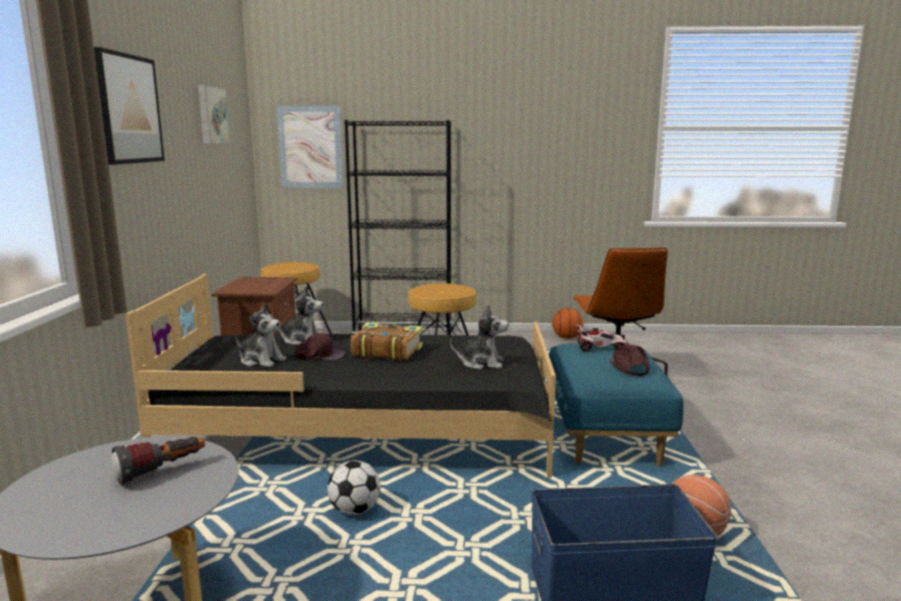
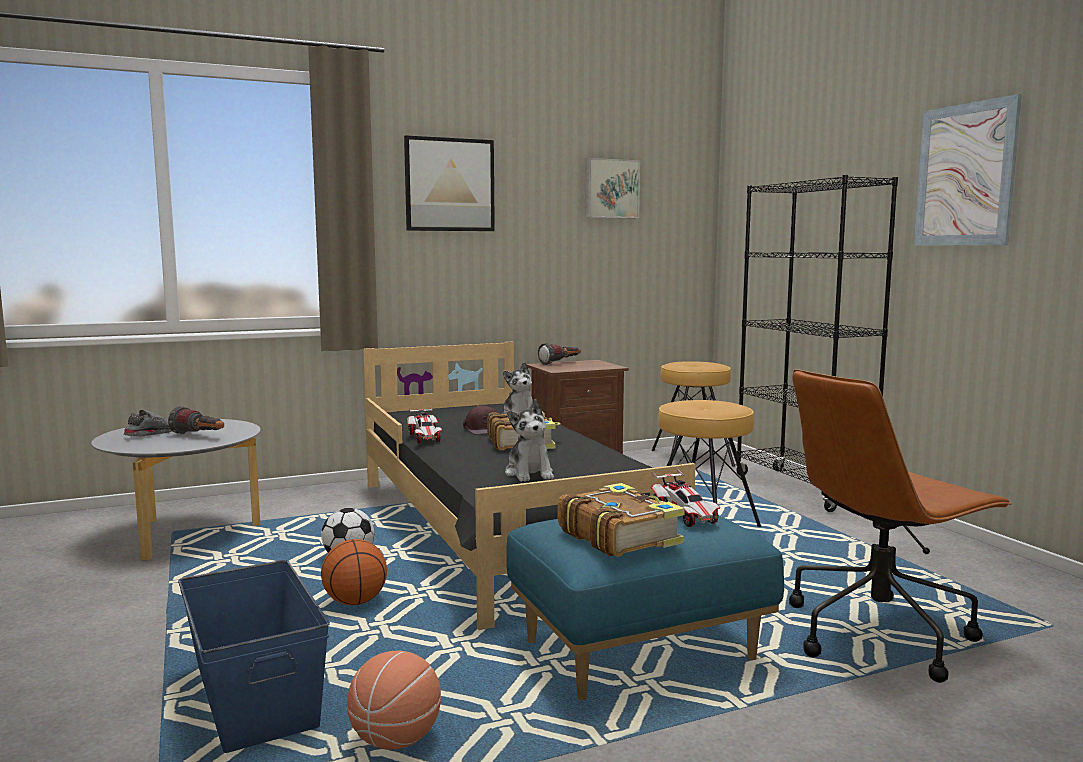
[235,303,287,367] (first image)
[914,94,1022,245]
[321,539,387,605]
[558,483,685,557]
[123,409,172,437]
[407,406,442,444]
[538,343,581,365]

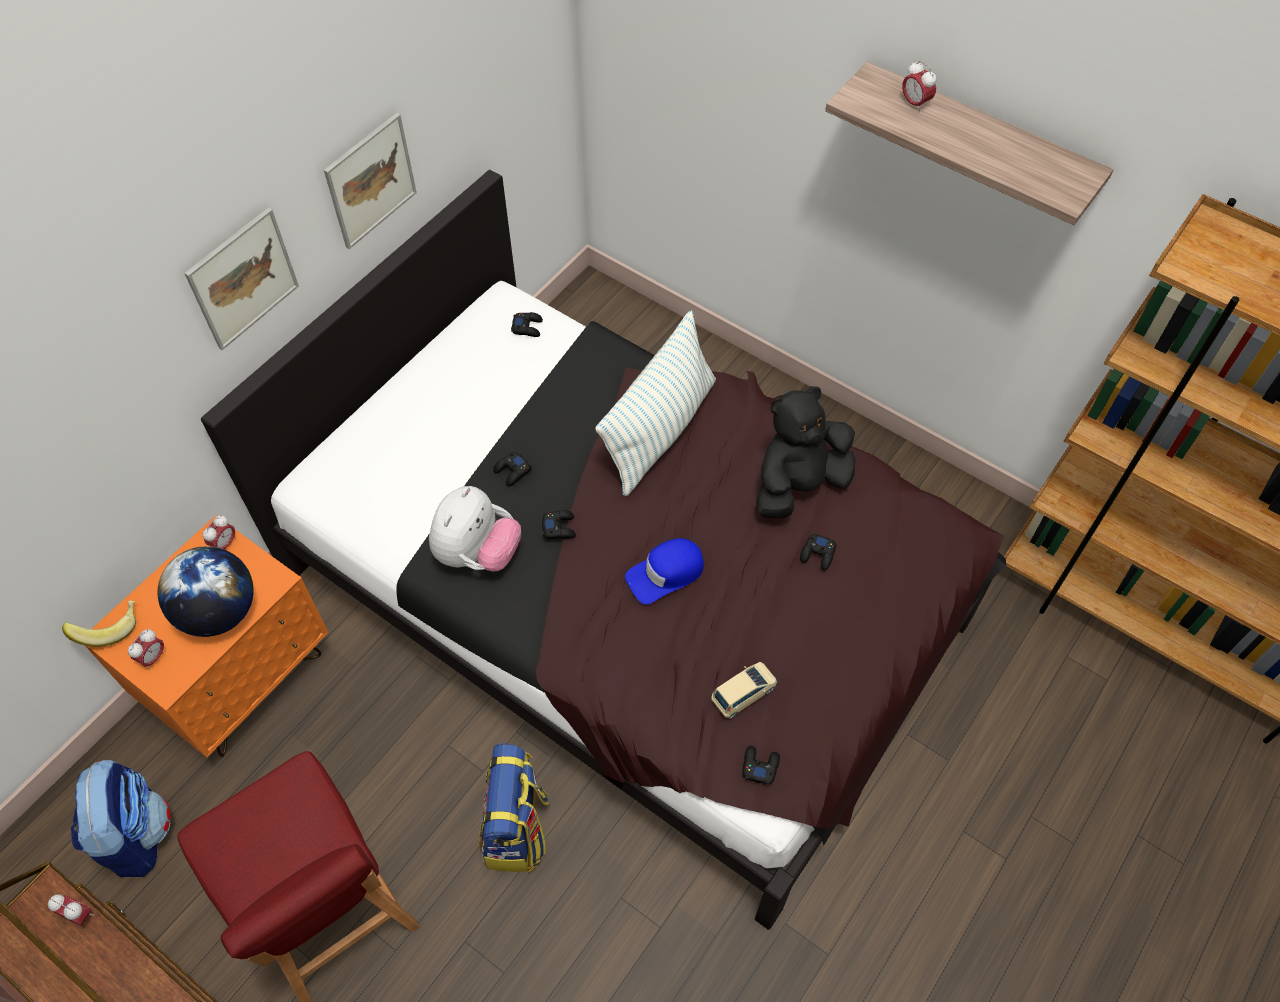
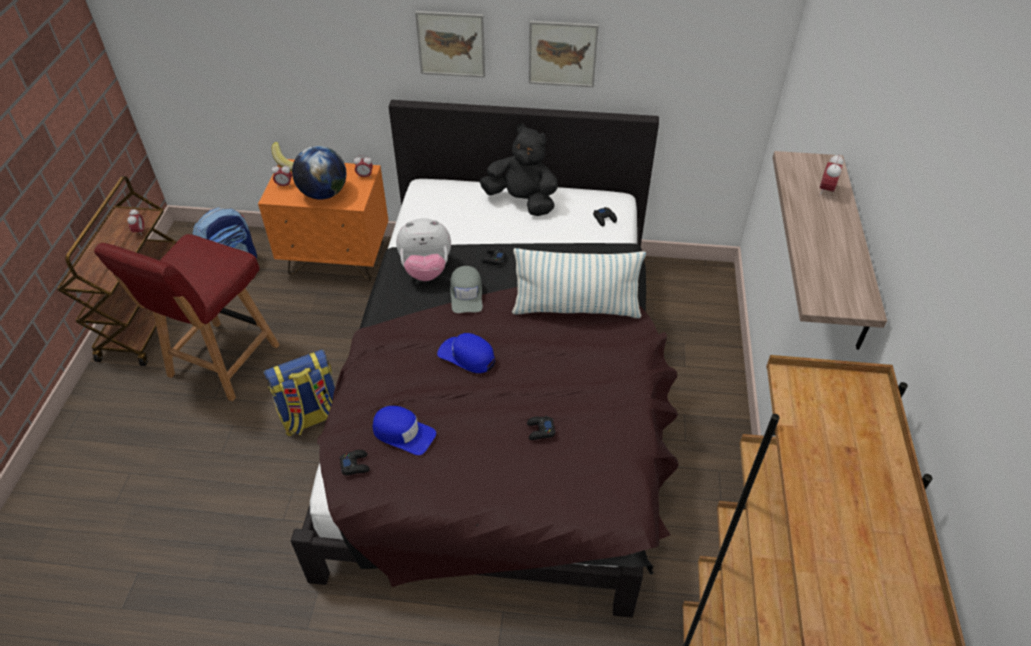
[450,266,483,313]
[372,406,436,455]
[480,123,558,216]

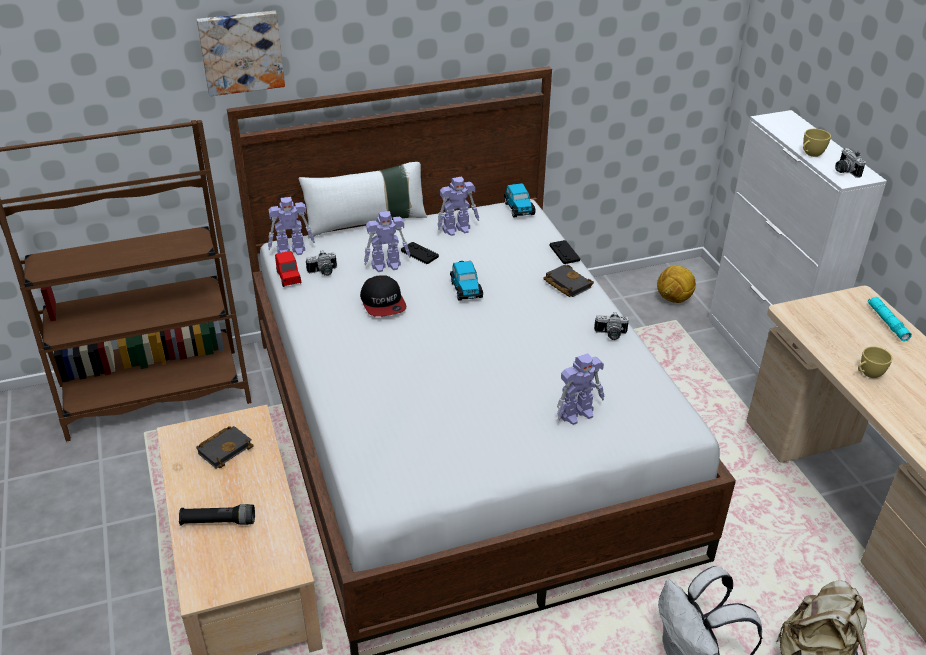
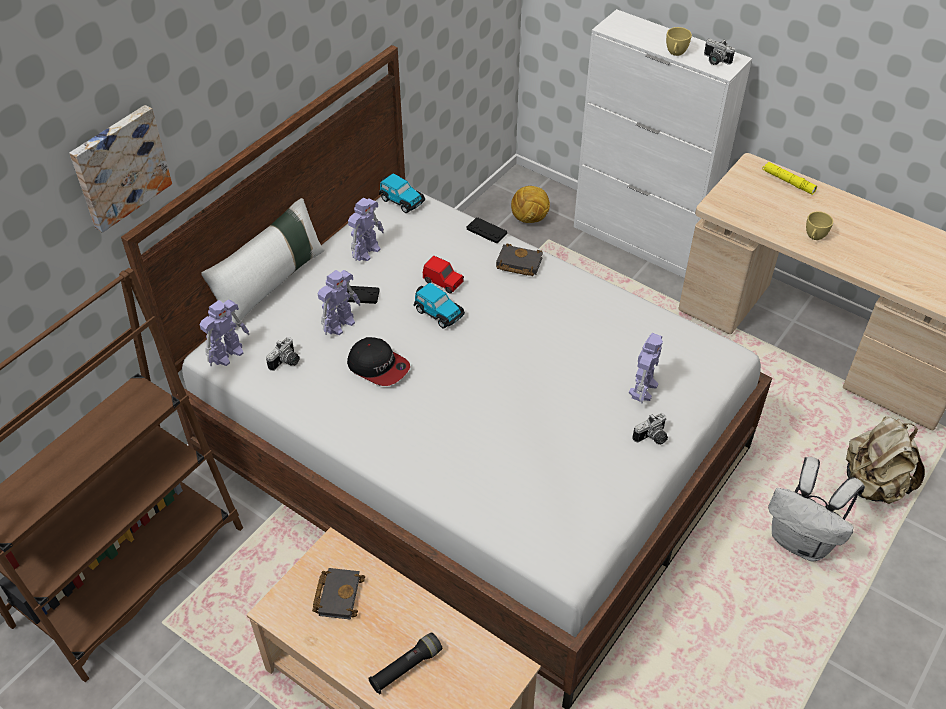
[423,256,464,293]
[632,413,668,445]
[762,162,817,195]

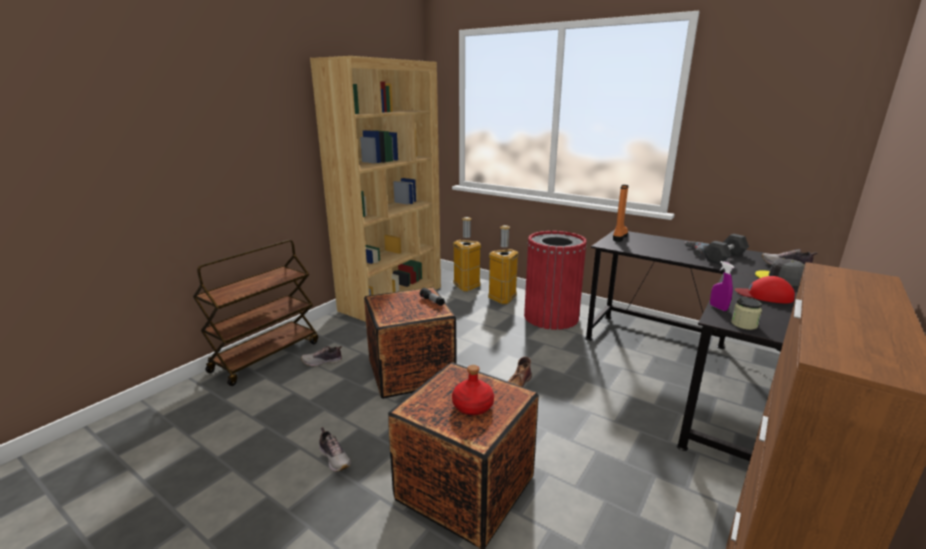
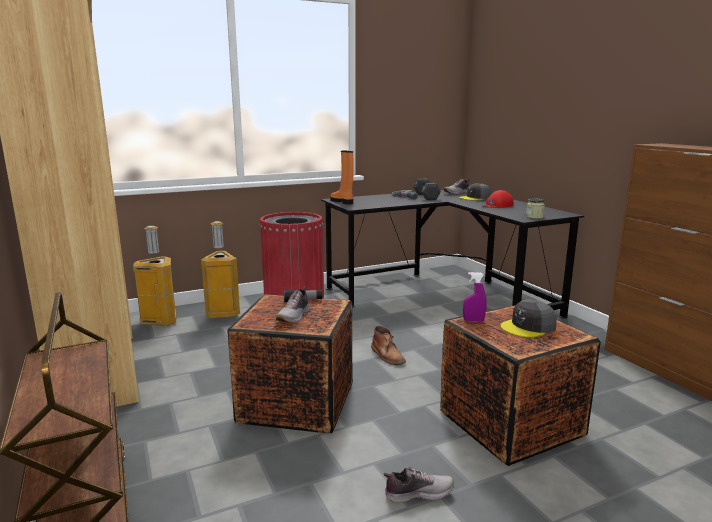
[275,286,309,323]
[501,300,557,337]
[463,272,486,322]

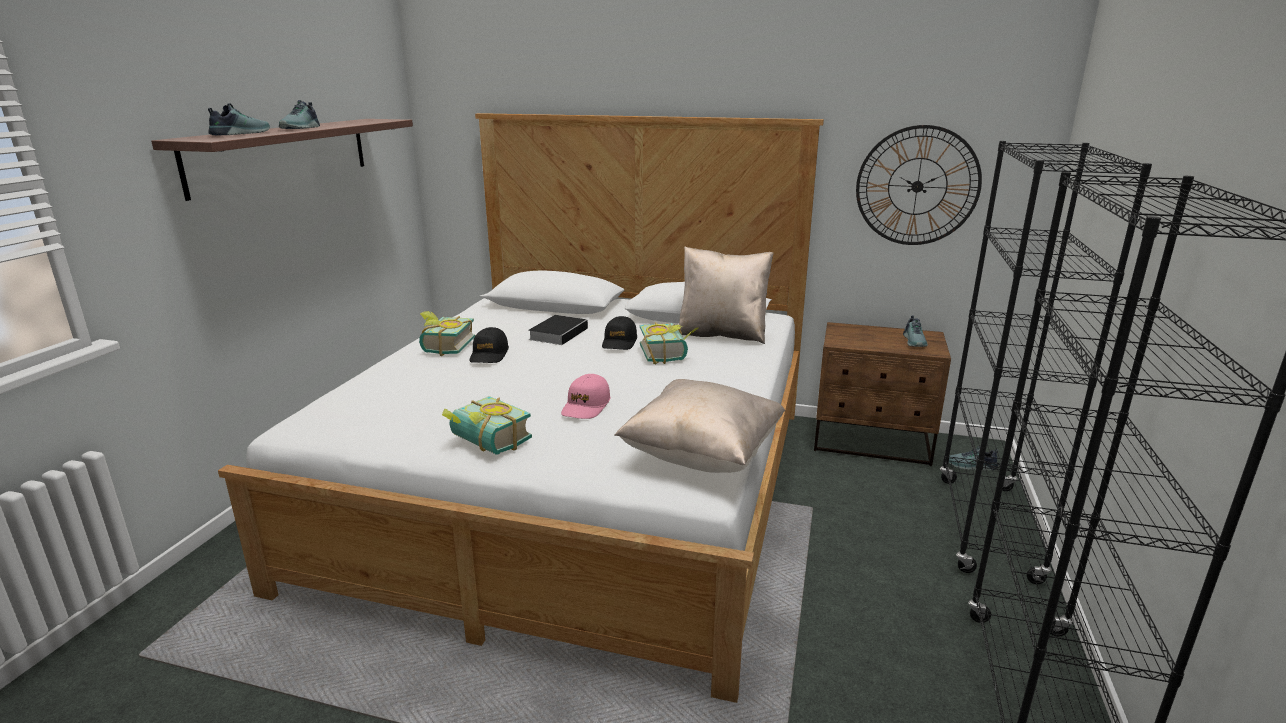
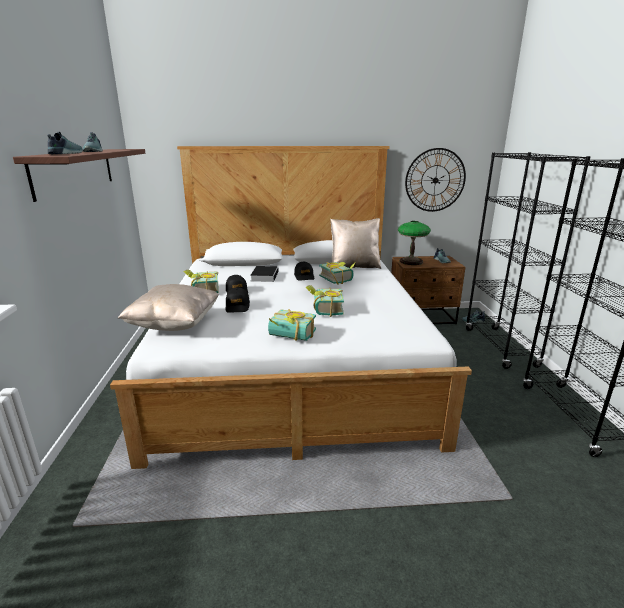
[305,285,344,317]
[118,284,219,331]
[226,288,250,313]
[398,221,431,265]

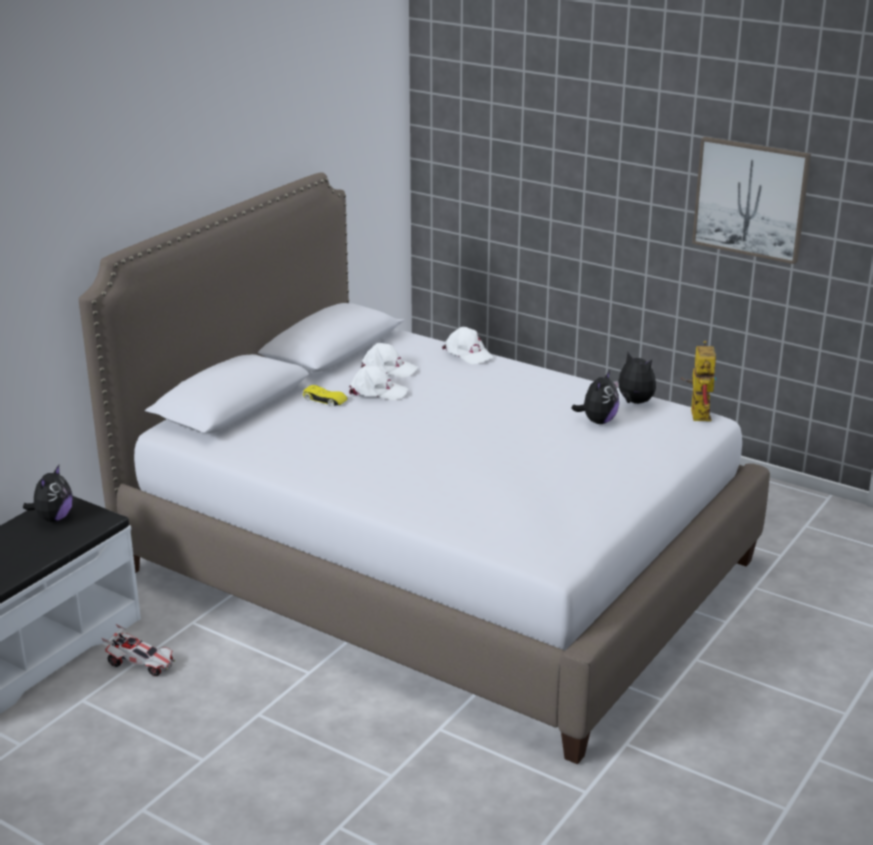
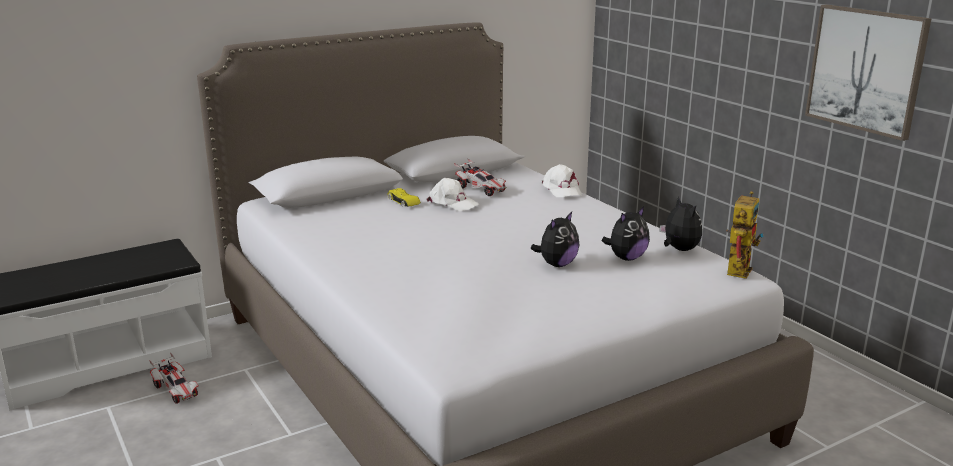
[531,212,579,267]
[454,159,507,196]

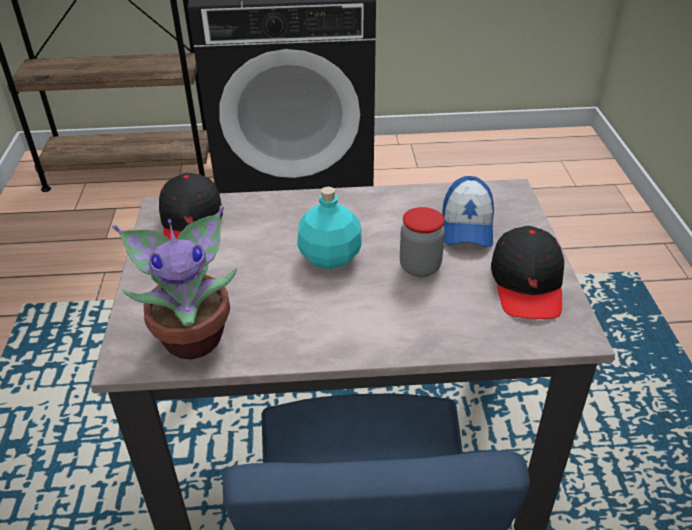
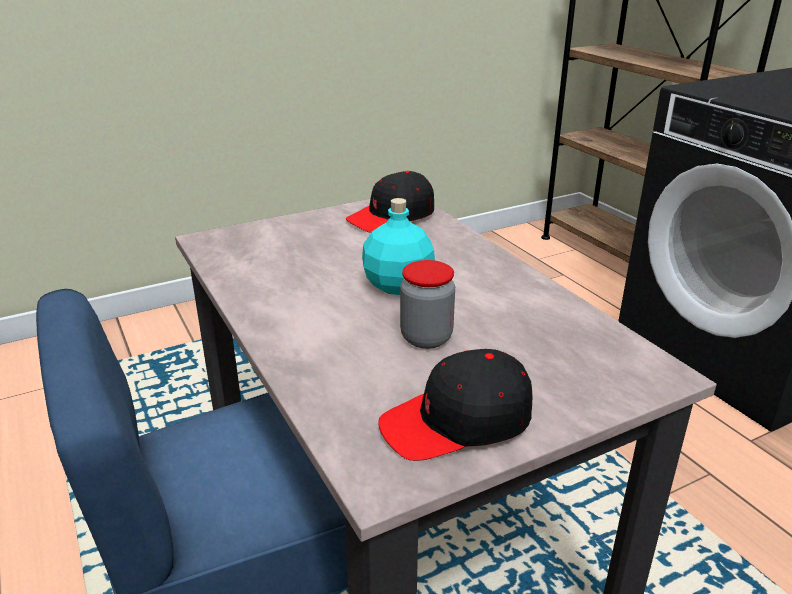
[112,206,237,359] (first image)
[442,176,494,247] (first image)

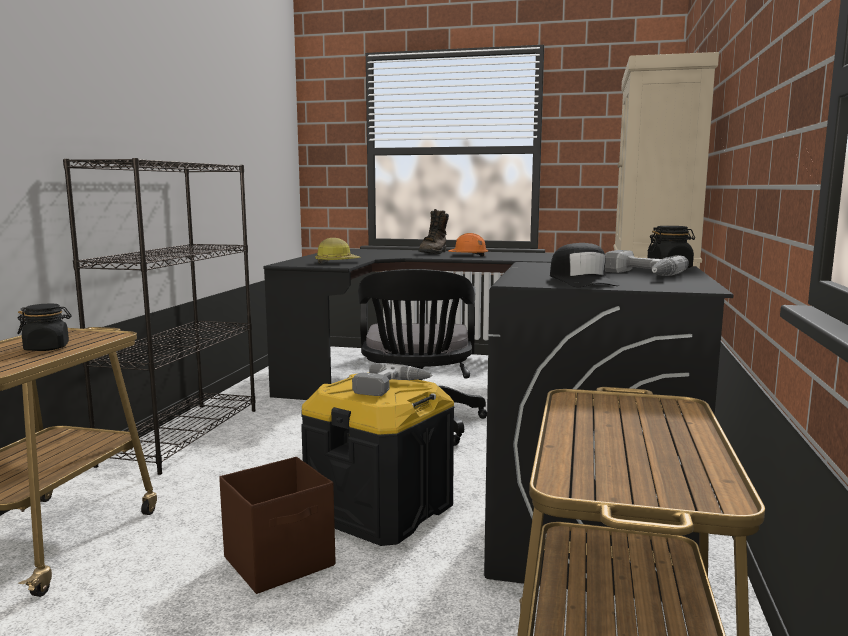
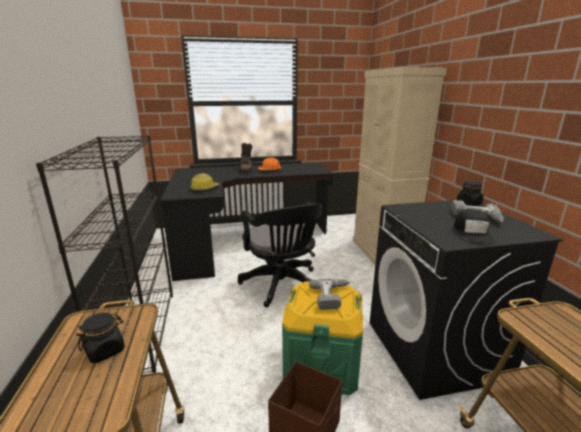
[282,281,363,395]
[454,209,495,244]

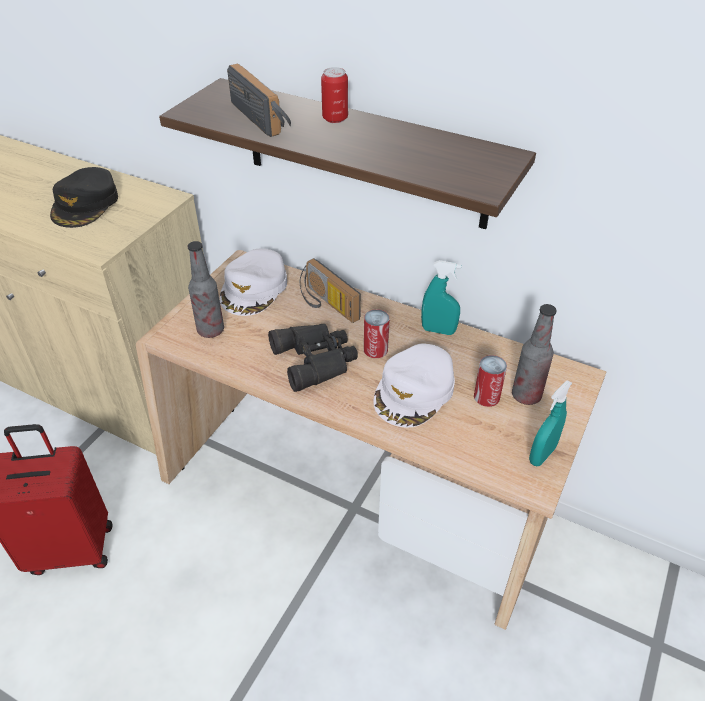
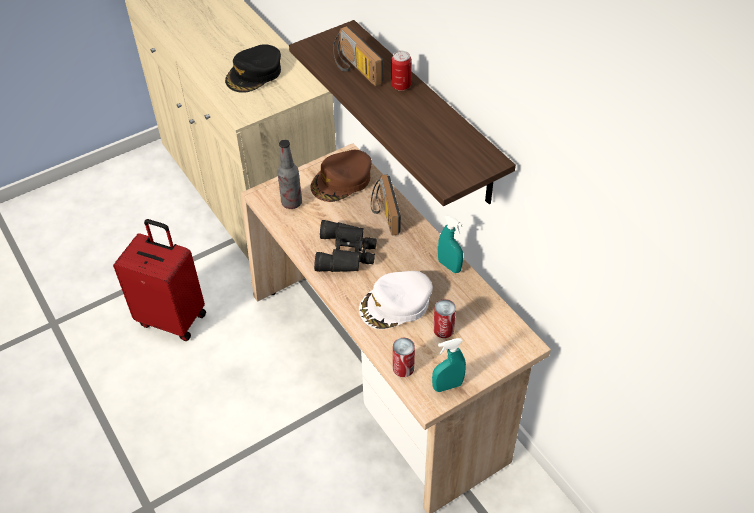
[310,150,372,202]
[333,26,383,86]
[393,338,415,377]
[512,304,557,405] (first image)

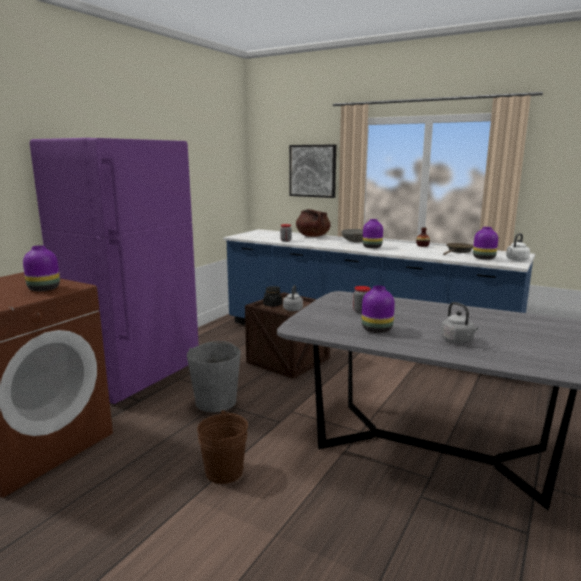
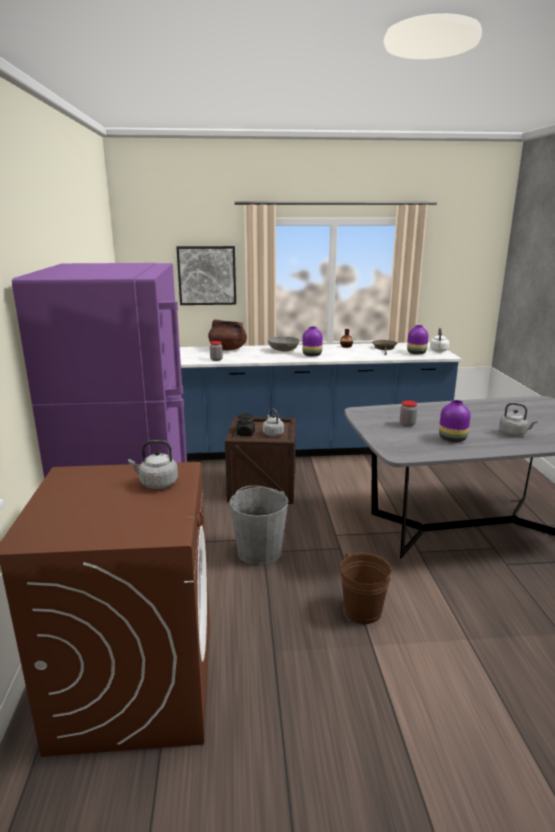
[128,440,178,489]

